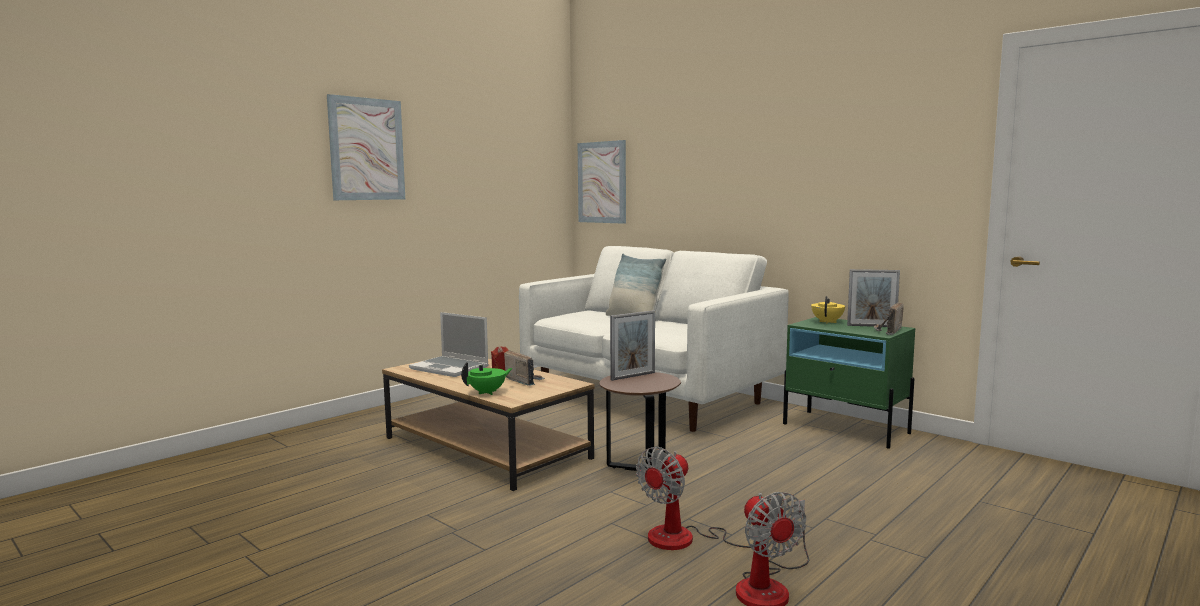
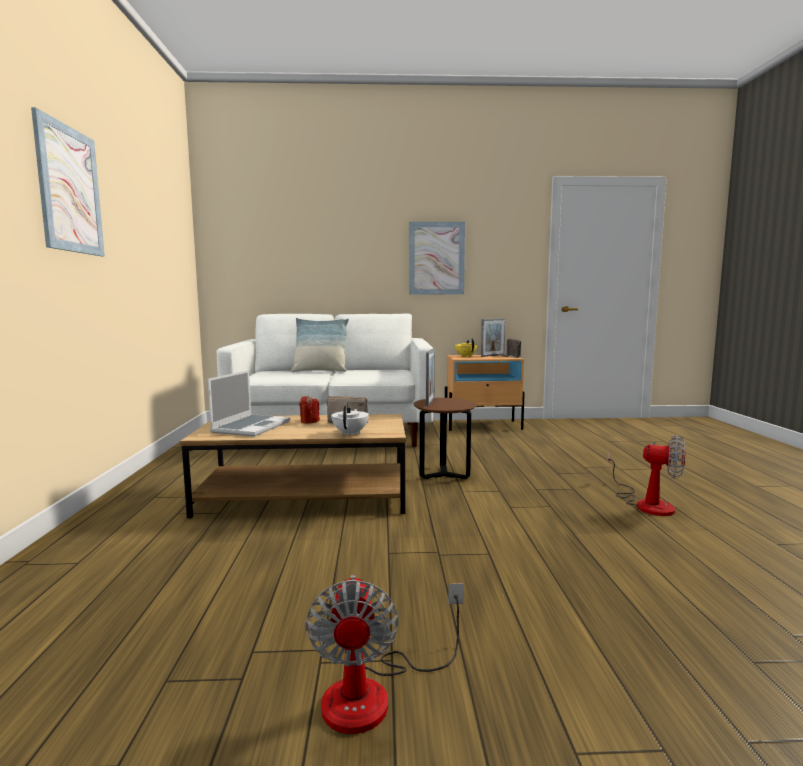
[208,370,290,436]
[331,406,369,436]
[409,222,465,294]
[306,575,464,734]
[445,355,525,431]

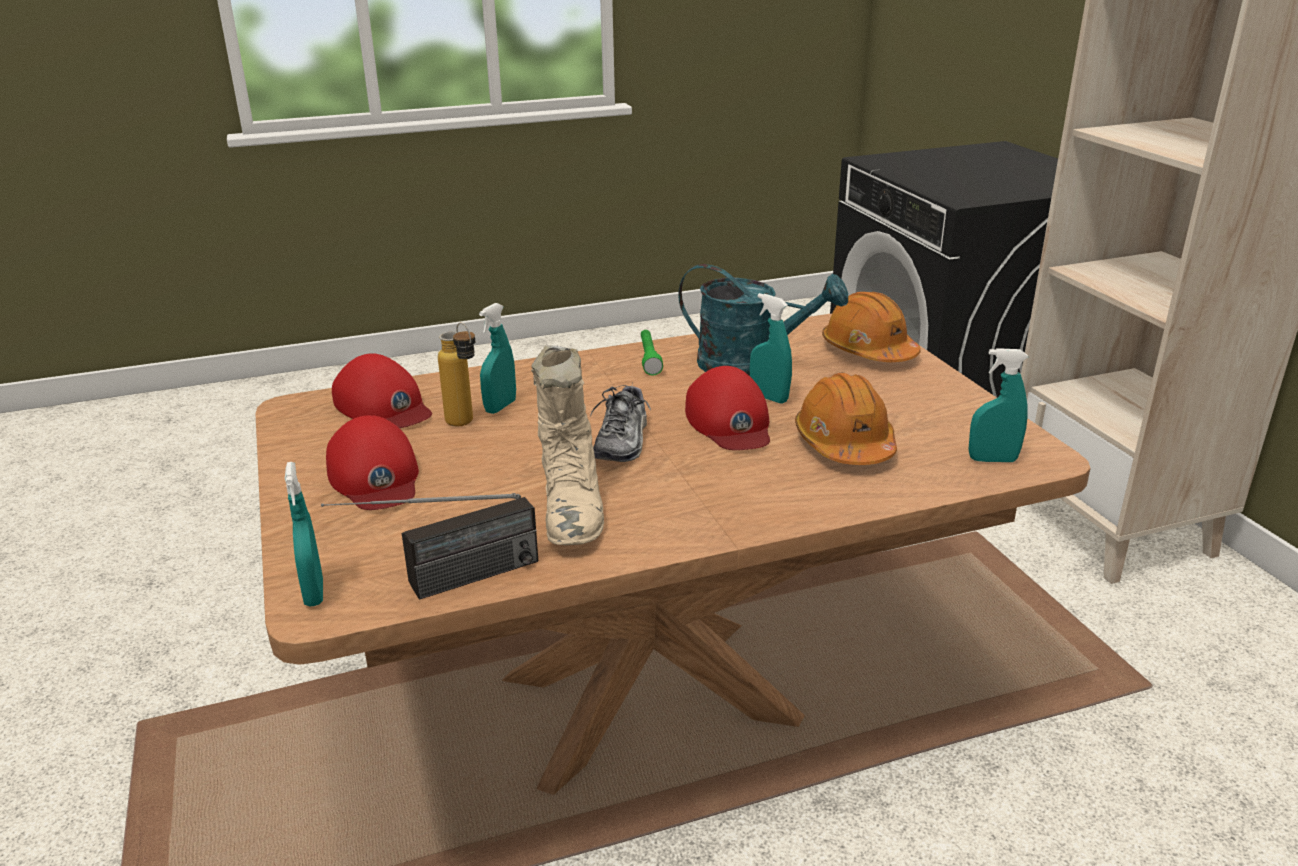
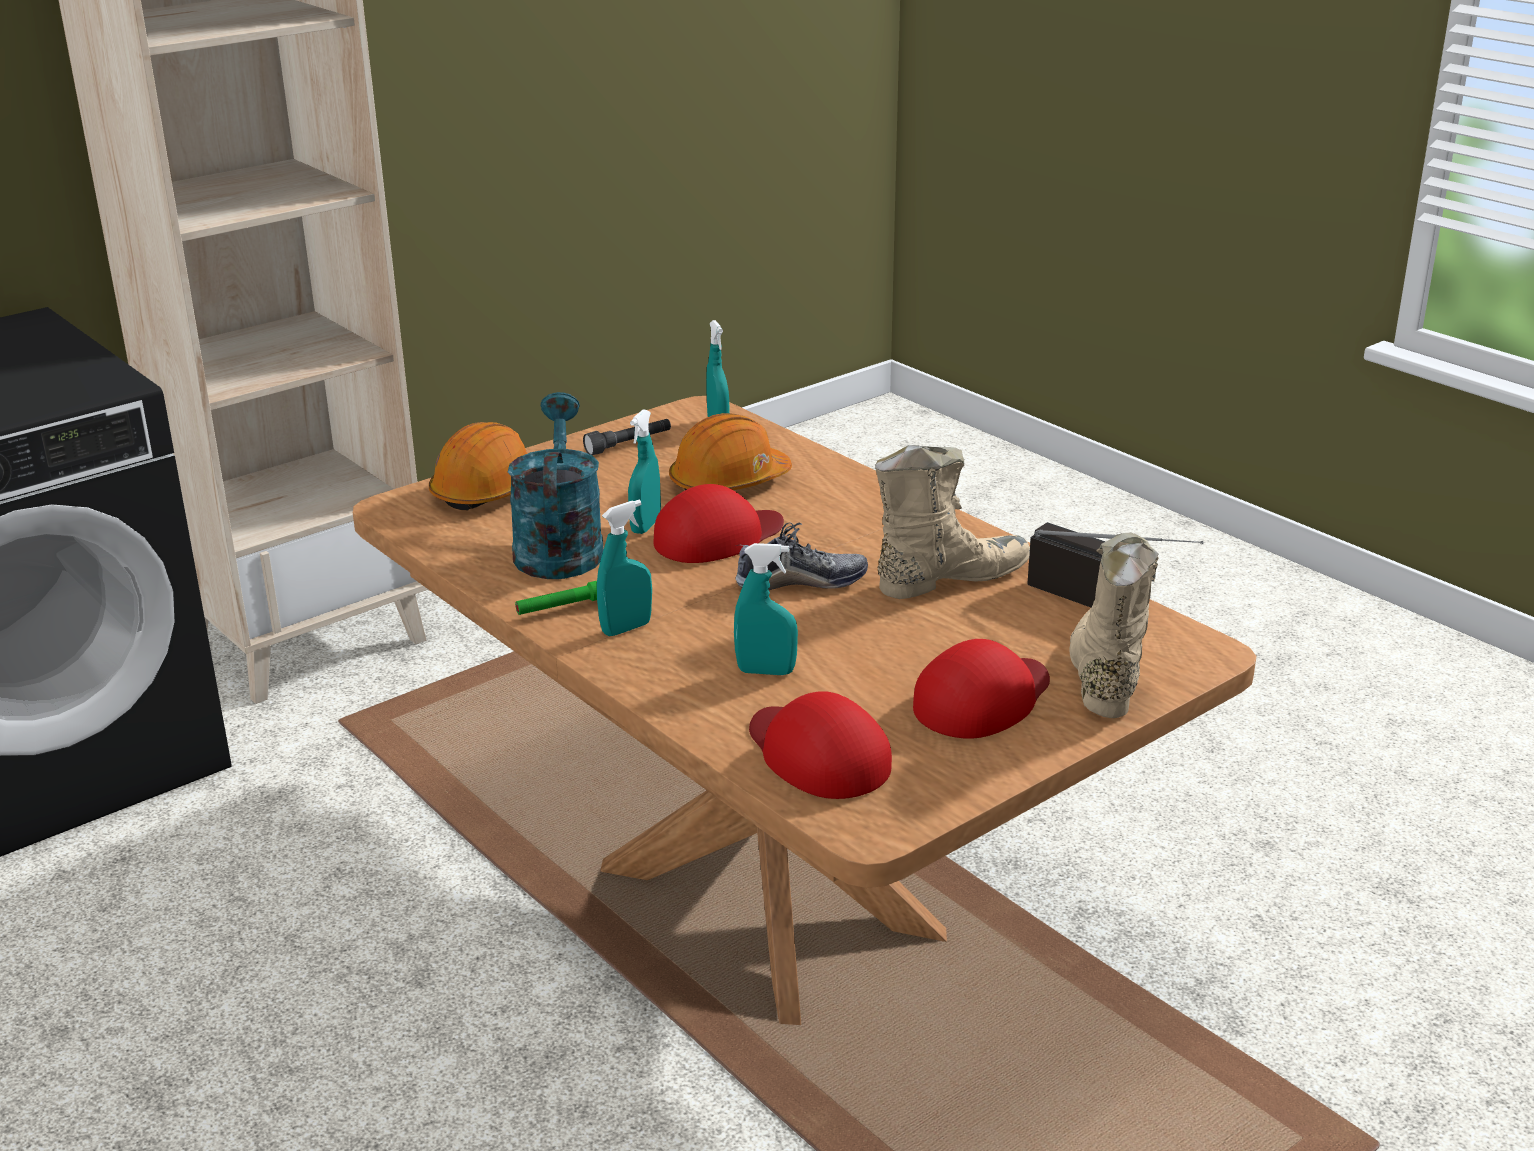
[597,500,652,636]
[749,691,892,799]
[438,322,475,426] (first image)
[583,419,671,455]
[1069,532,1159,718]

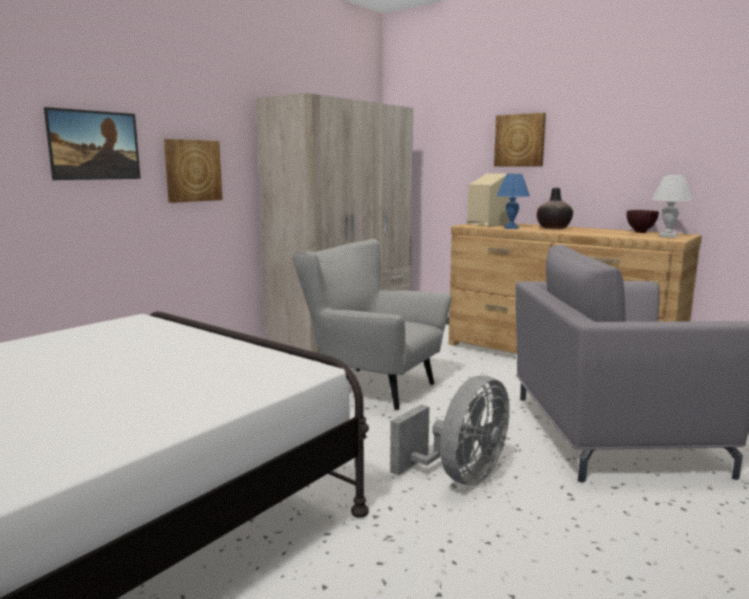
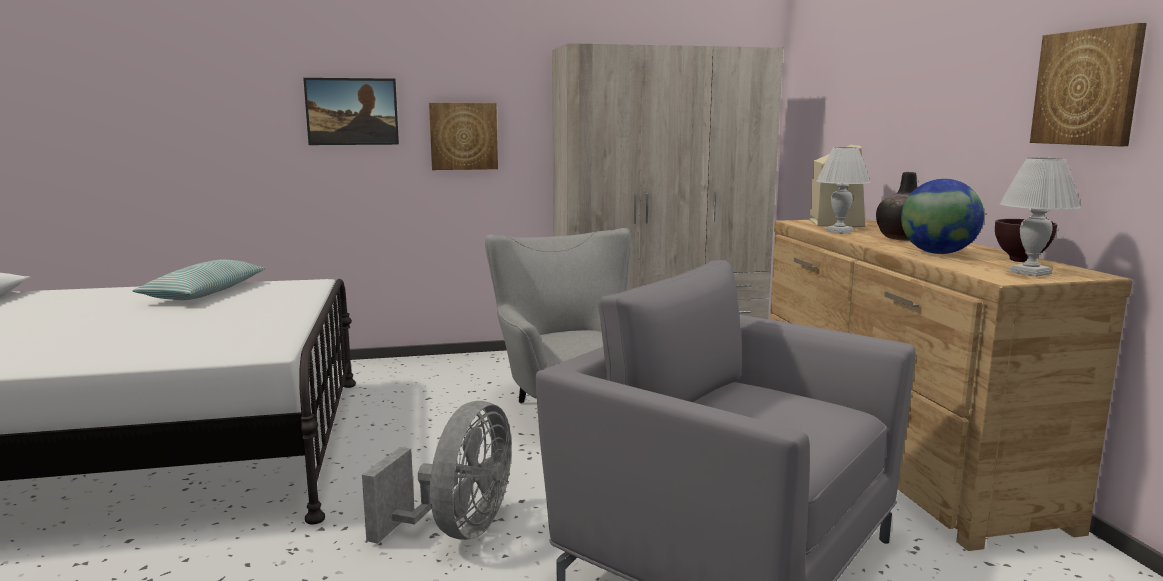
[362,401,512,544]
[1030,23,1147,146]
[817,147,870,234]
[133,260,265,300]
[901,179,984,254]

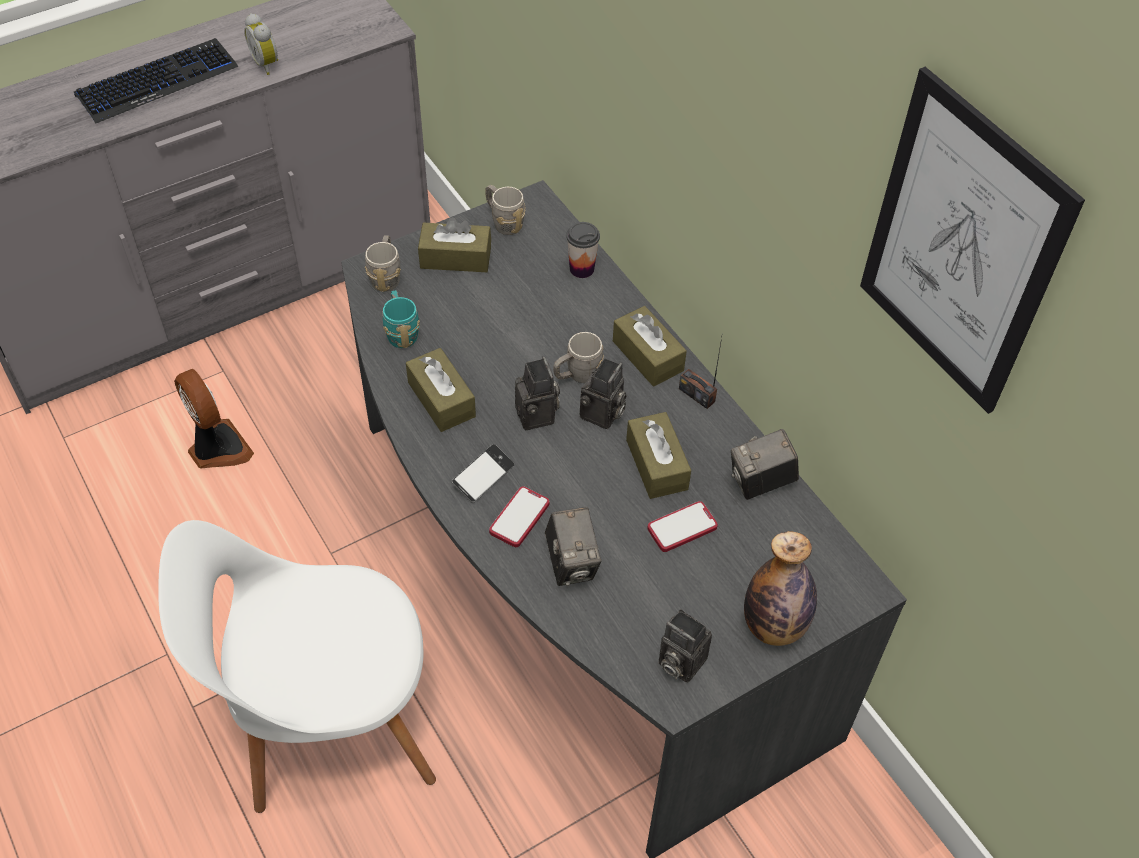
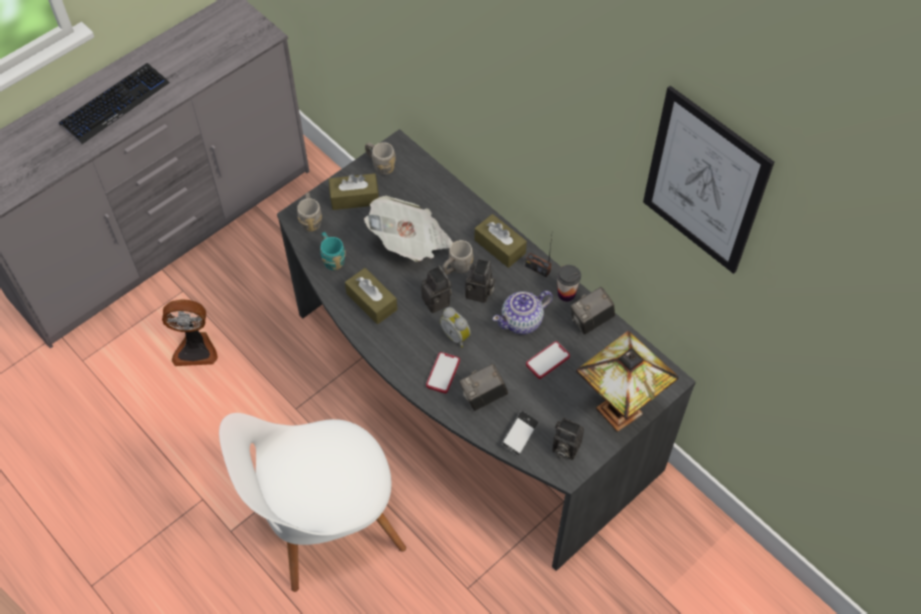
[162,299,218,366]
[440,307,471,348]
[502,411,538,456]
[459,364,508,411]
[557,265,581,302]
[493,290,553,334]
[576,331,679,432]
[364,196,454,262]

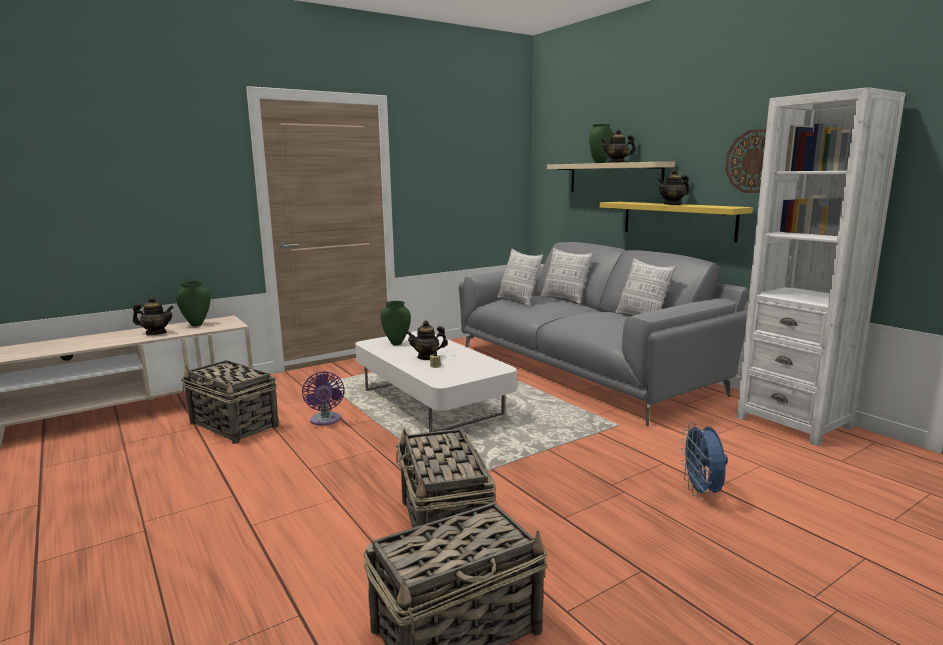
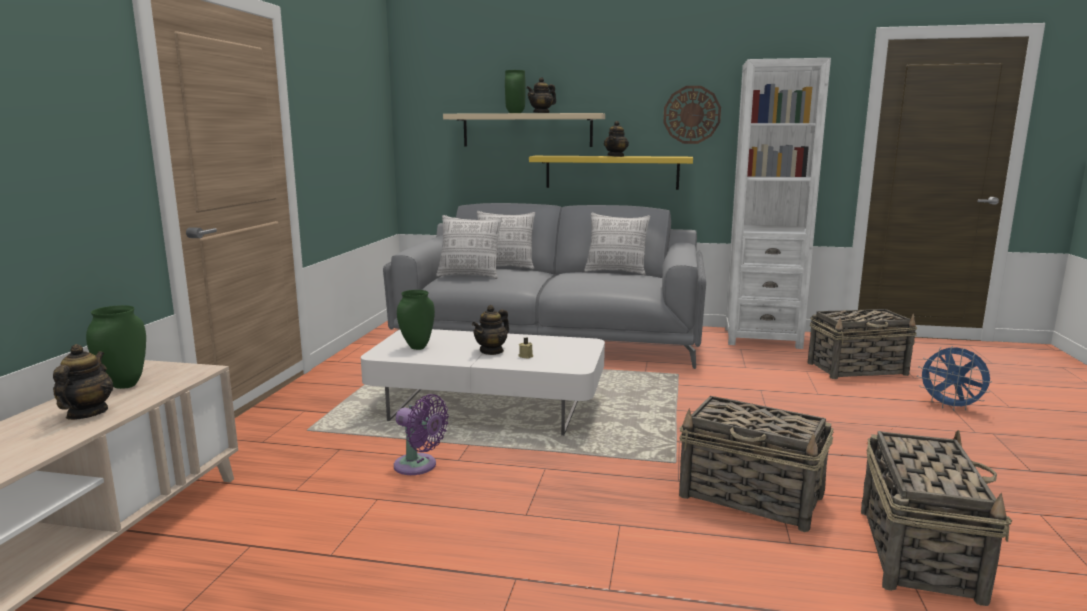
[53,344,113,420]
[807,309,918,379]
[917,346,992,411]

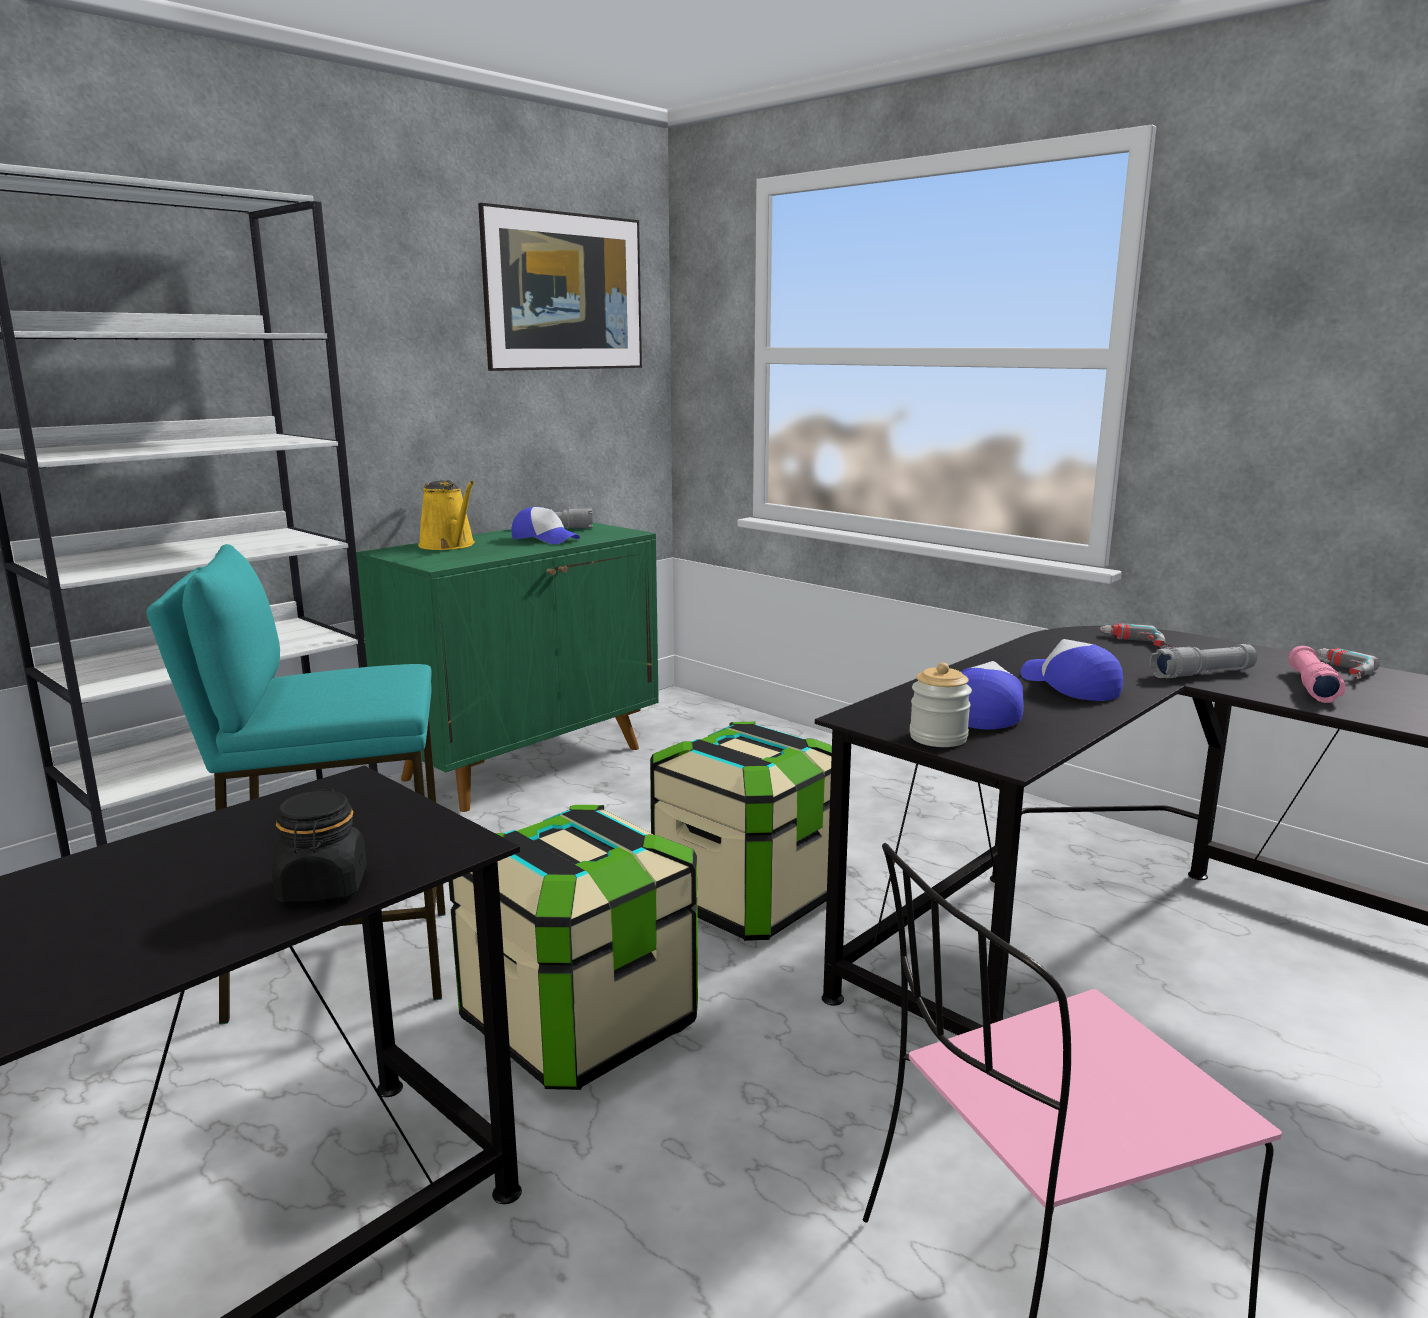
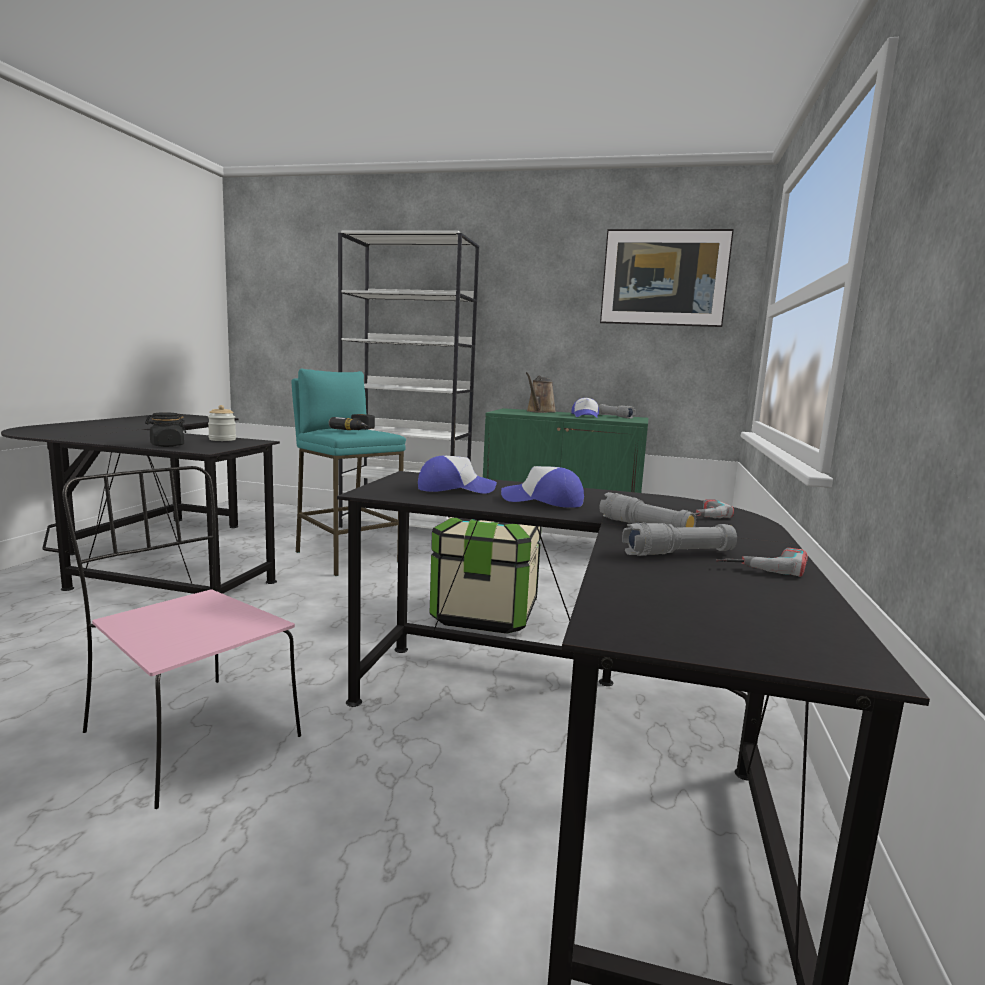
[526,372,556,413]
[449,805,698,1090] (first image)
[208,405,236,441]
[501,466,584,508]
[622,523,737,556]
[329,414,375,430]

